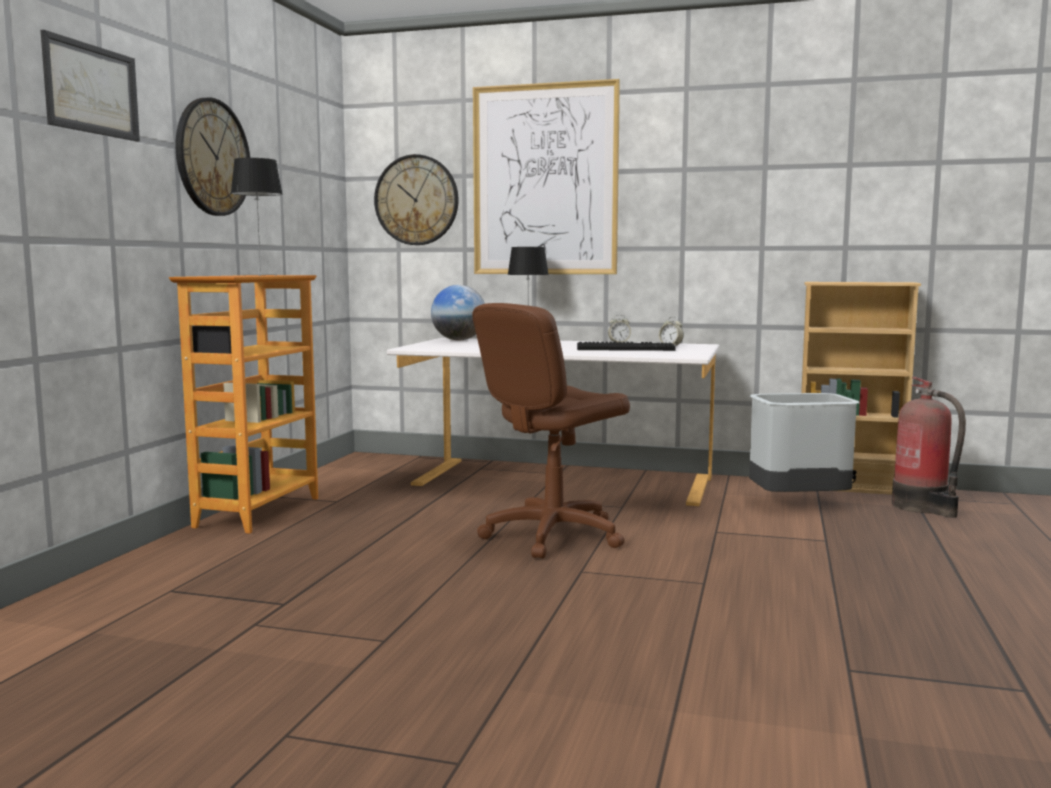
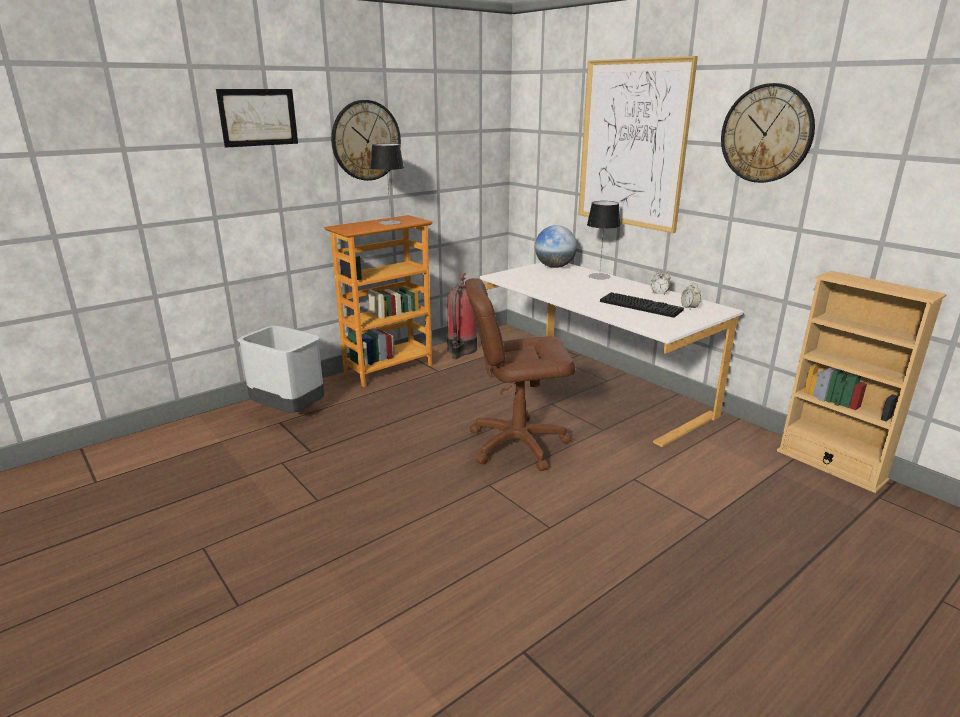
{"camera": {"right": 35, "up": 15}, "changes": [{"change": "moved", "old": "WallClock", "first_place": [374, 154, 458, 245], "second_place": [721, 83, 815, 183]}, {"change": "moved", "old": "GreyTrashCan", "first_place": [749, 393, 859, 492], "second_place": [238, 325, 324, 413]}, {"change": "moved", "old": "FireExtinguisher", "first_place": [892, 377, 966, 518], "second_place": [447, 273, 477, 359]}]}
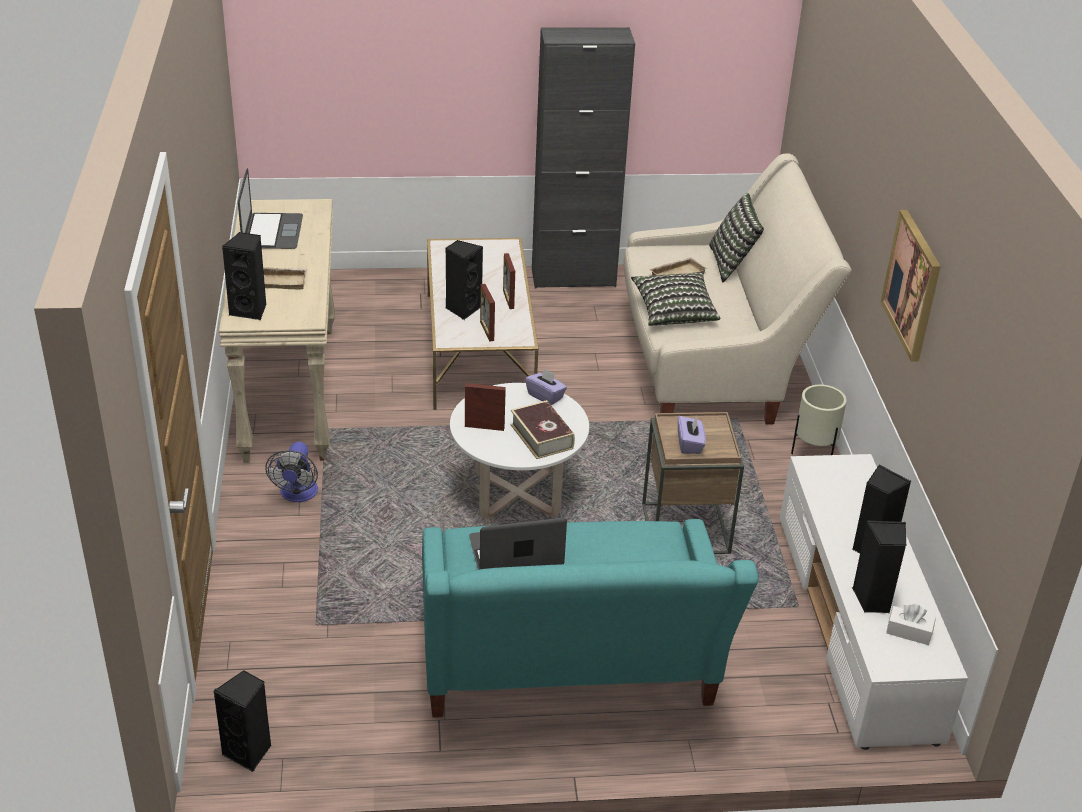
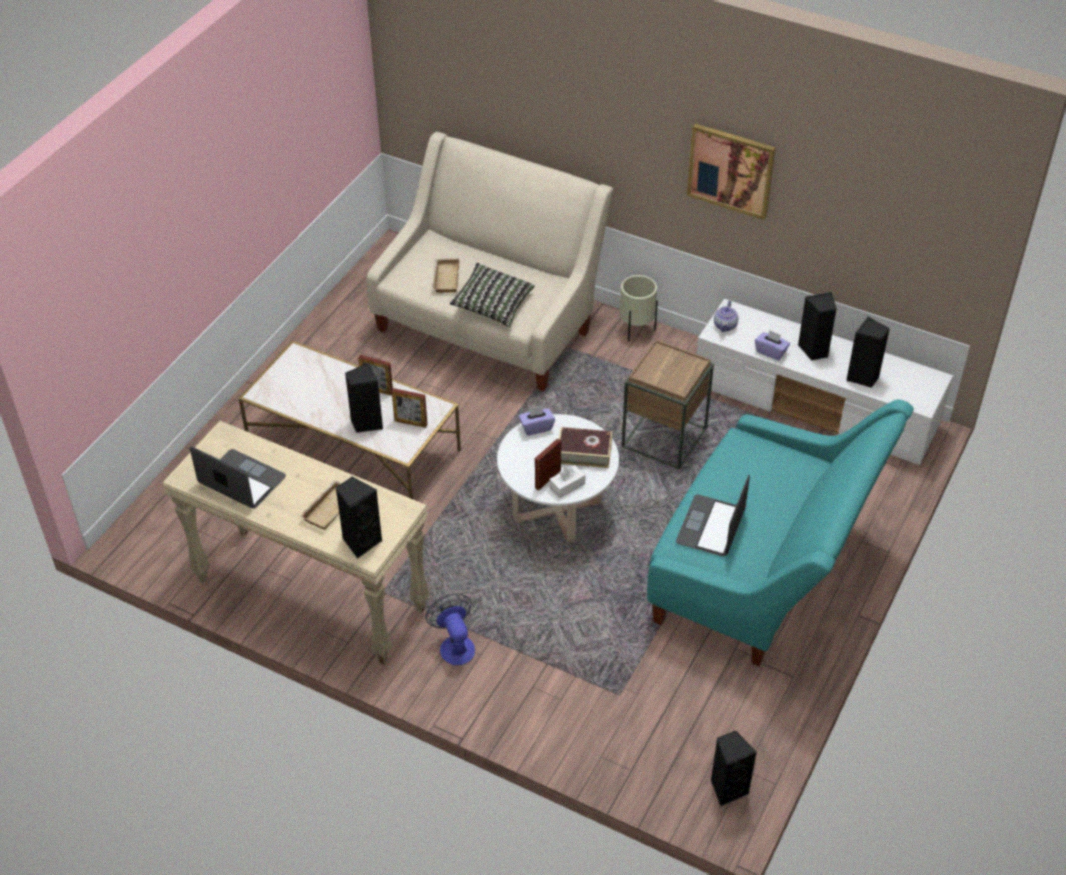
{"camera": {"right": -55, "up": 10}, "changes": [{"change": "turned", "old": "Fan", "first_place": [266, 442, 318, 502], "second_place": [426, 593, 475, 665], "degrees": -150}, {"change": "removed", "old": "BlackCabinet", "first_place": [532, 27, 635, 289]}, {"change": "moved", "old": "PurpleTissueBox", "first_place": [678, 416, 706, 454], "second_place": [755, 330, 790, 360]}, {"change": "removed", "old": "Pillow", "first_place": [709, 193, 764, 283]}, {"change": "moved", "old": "WhiteTissueBox", "first_place": [886, 604, 936, 645], "second_place": [549, 465, 585, 498]}, {"change": "added", "new": "Teapot", "second_place": [714, 301, 738, 332]}]}
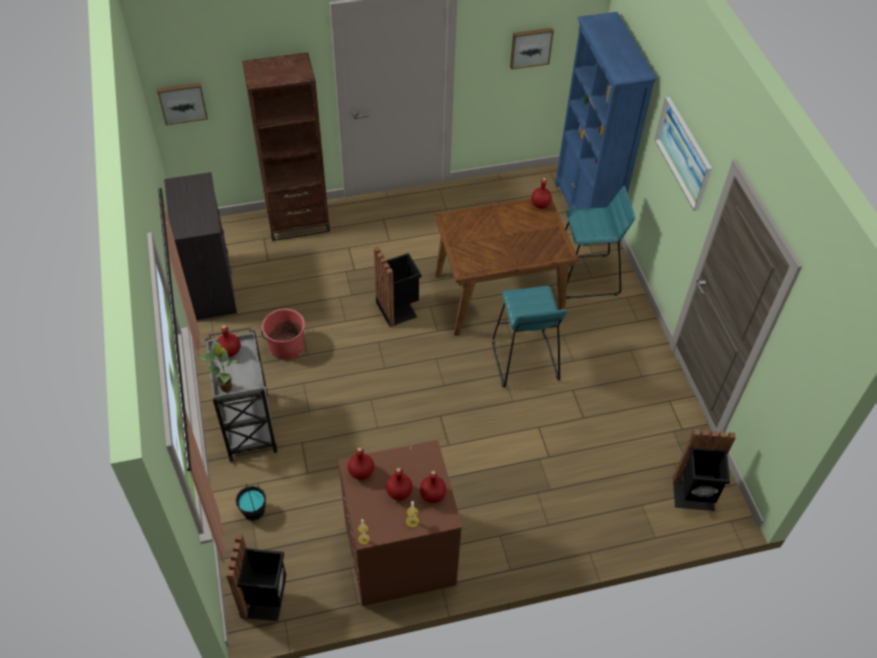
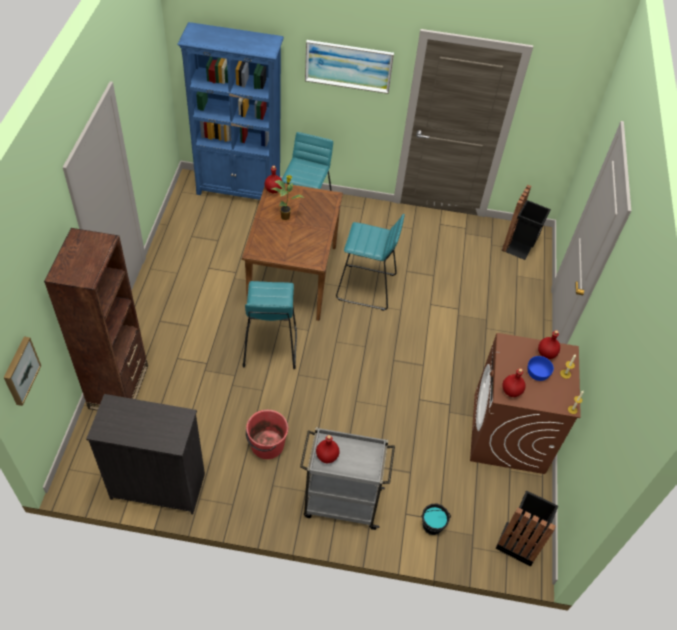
{"camera": {"right": -70, "up": 0}, "changes": [{"change": "moved", "old": "PottedPlant", "first_place": [199, 340, 239, 392], "second_place": [272, 175, 304, 220]}, {"change": "replaced", "old": "BlackTrashCan", "new": "TurquoiseStool", "first_place": [374, 247, 421, 327], "second_place": [242, 281, 297, 369]}, {"change": "replaced", "old": "RedBottle", "new": "BlueBowl", "first_place": [386, 468, 413, 500], "second_place": [527, 356, 554, 381]}, {"change": "removed", "old": "Picture", "first_place": [510, 28, 554, 70]}]}
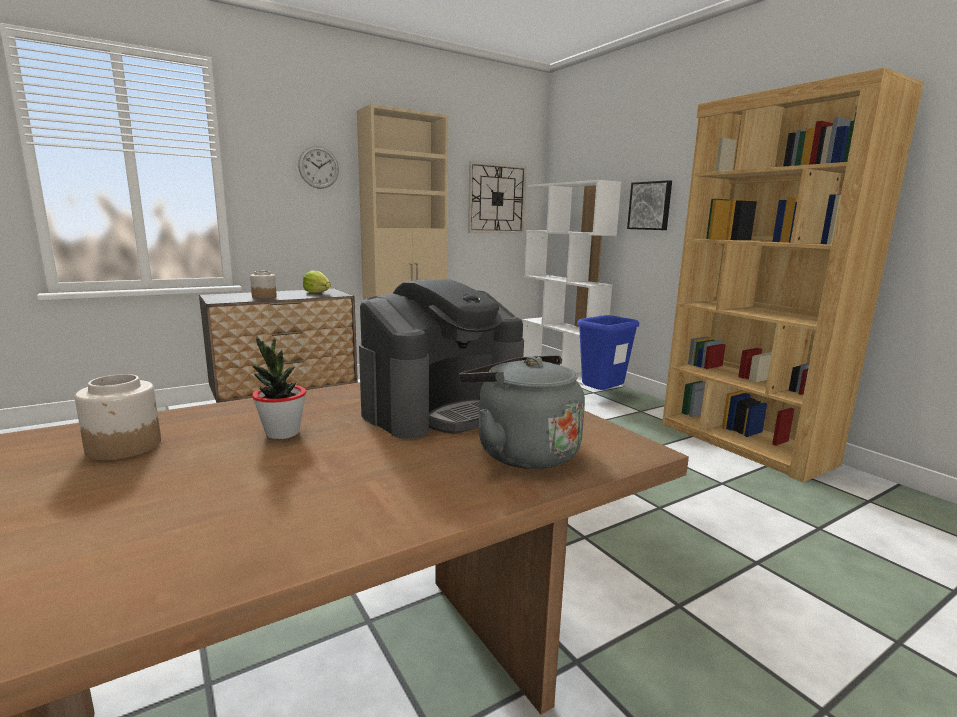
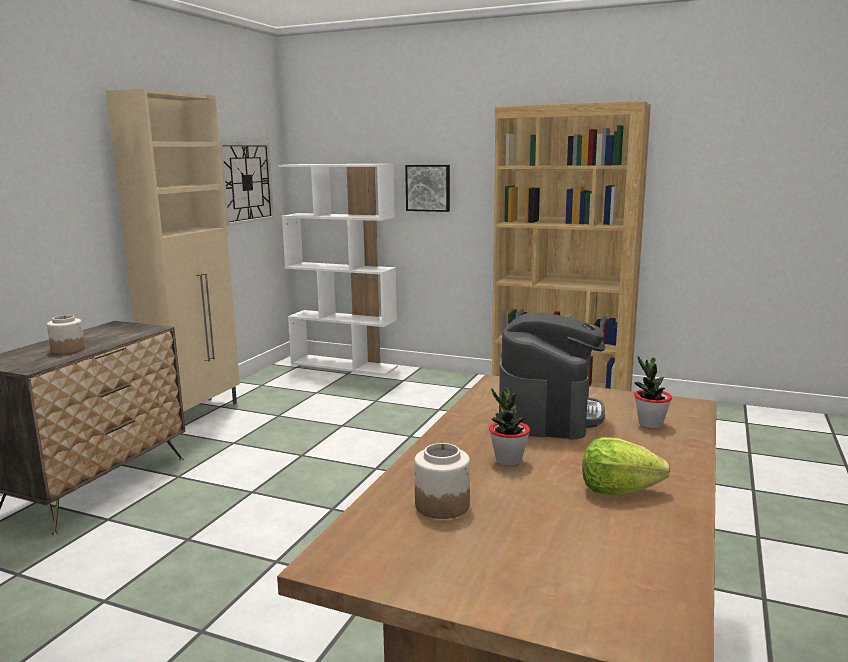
{"camera": {"right": -35, "up": 0}, "changes": [{"change": "removed", "old": "WallClock", "first_place": [298, 146, 339, 189]}, {"change": "moved", "old": "Lettuce", "first_place": [303, 270, 331, 293], "second_place": [582, 437, 670, 495]}, {"change": "replaced", "old": "GreyKettle", "new": "PottedPlant", "first_place": [459, 355, 585, 469], "second_place": [634, 356, 672, 429]}, {"change": "removed", "old": "BlueTrashCan", "first_place": [577, 315, 639, 390]}]}
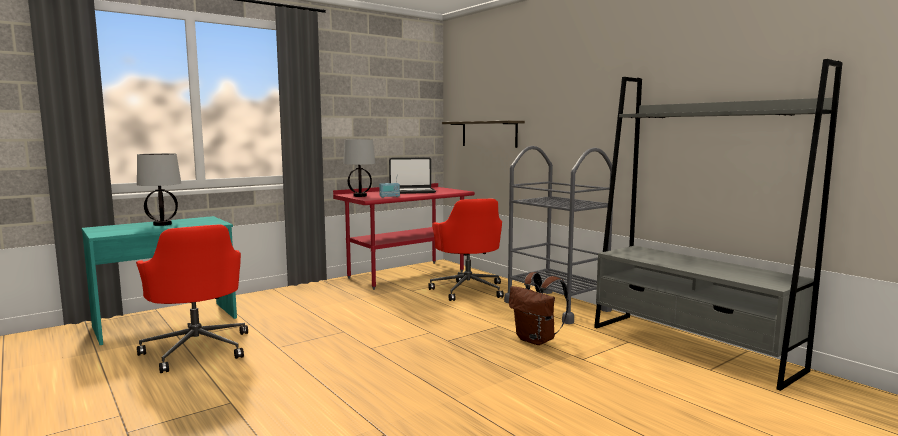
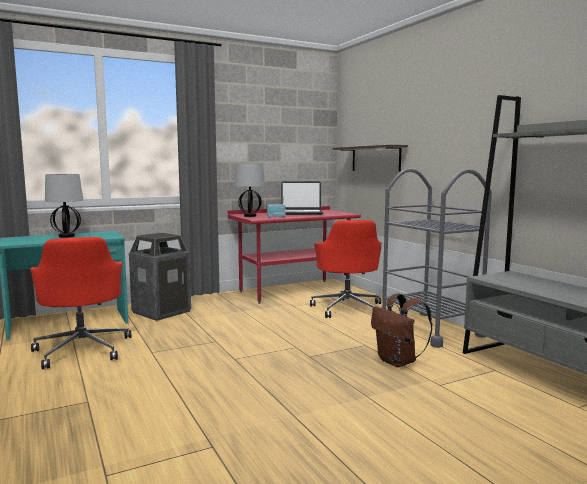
{"camera": {"right": 10, "up": 0}, "changes": [{"change": "added", "new": "TrashCan", "second_place": [129, 233, 191, 321]}]}
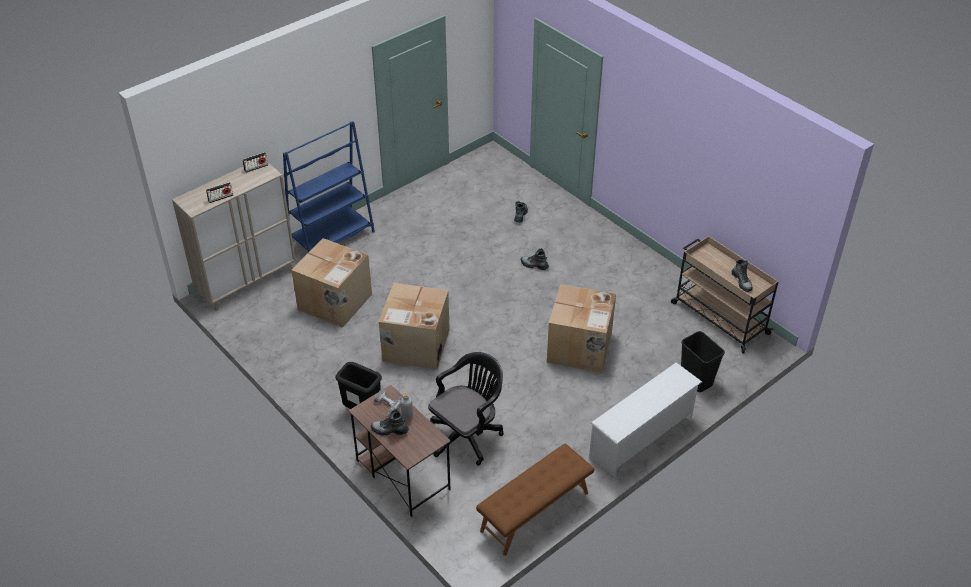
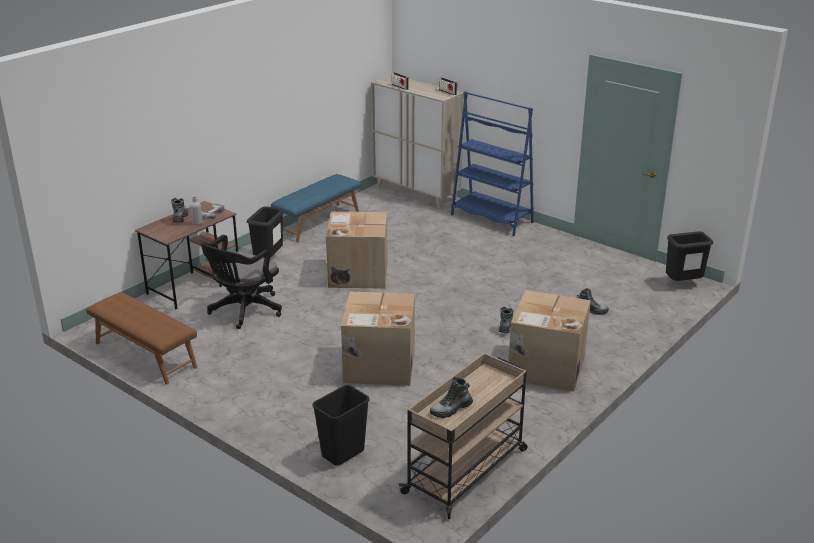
{"camera": {"right": 80, "up": -15}, "changes": [{"change": "moved", "old": "CardboardBox", "first_place": [291, 238, 372, 328], "second_place": [509, 290, 591, 392]}, {"change": "turned", "old": "BlackOfficeChair", "first_place": [428, 352, 504, 466], "second_place": [200, 235, 282, 329], "degrees": 90}, {"change": "removed", "old": "WhiteShoeRack", "first_place": [589, 362, 702, 477]}, {"change": "added", "new": "BlueBench", "second_place": [271, 174, 361, 243]}, {"change": "added", "new": "BlackTrashCan", "second_place": [666, 231, 713, 281]}]}
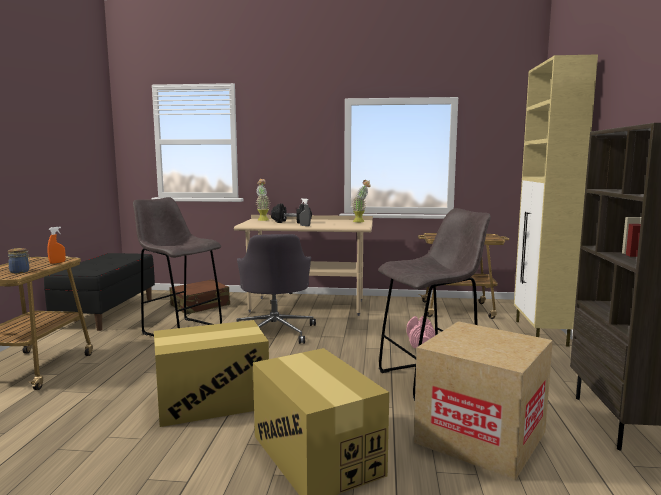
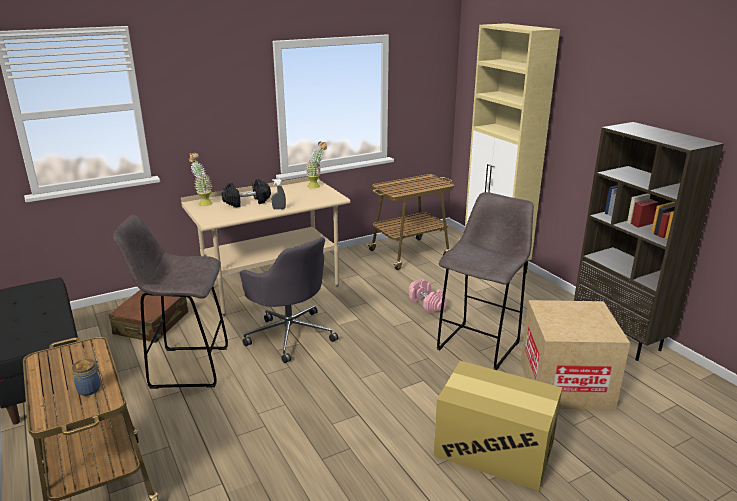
{"camera": {"right": -35, "up": 15}, "changes": [{"change": "removed", "old": "OrangeSprayBottle", "first_place": [47, 227, 65, 264]}, {"change": "removed", "old": "CardboardBox", "first_place": [154, 320, 269, 427]}]}
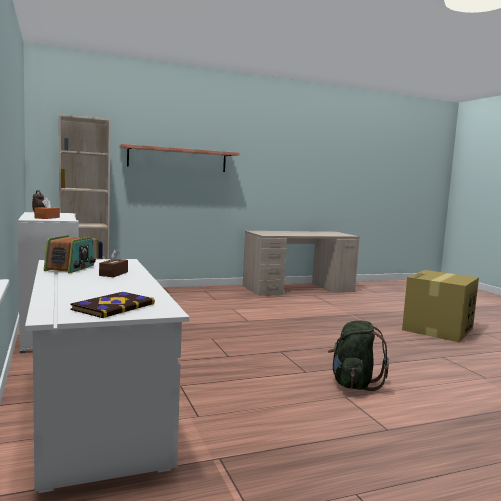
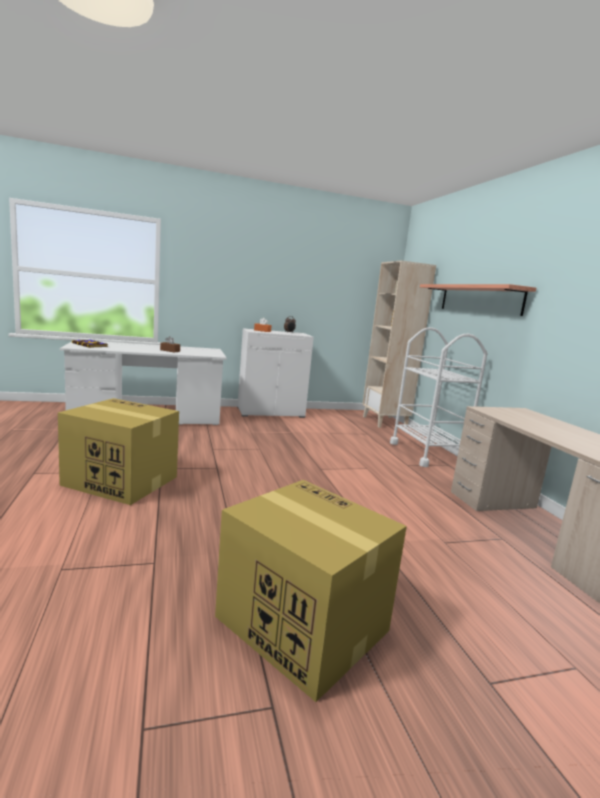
{"camera": {"right": 95, "up": 5}, "changes": [{"change": "removed", "old": "Radio", "first_place": [44, 235, 96, 273]}, {"change": "replaced", "old": "GreenBackpack", "new": "CardboardBox", "first_place": [328, 320, 389, 391], "second_place": [58, 398, 179, 505]}, {"change": "added", "new": "WhiteCart", "second_place": [390, 327, 487, 467]}]}
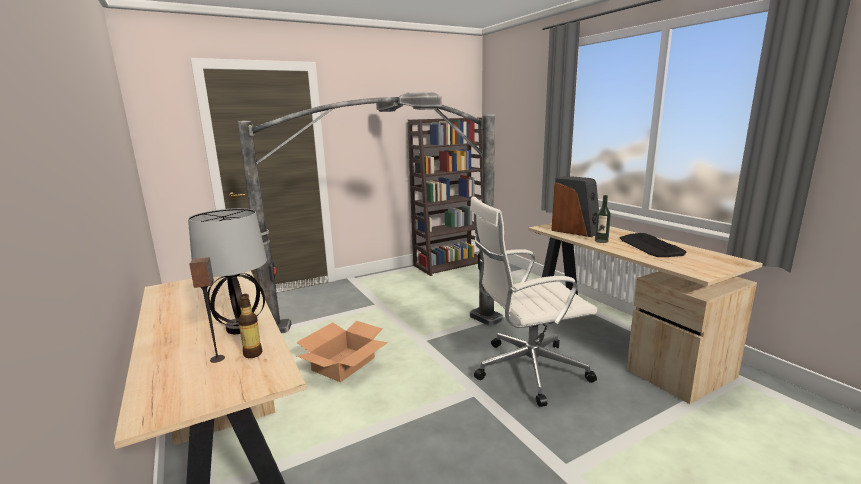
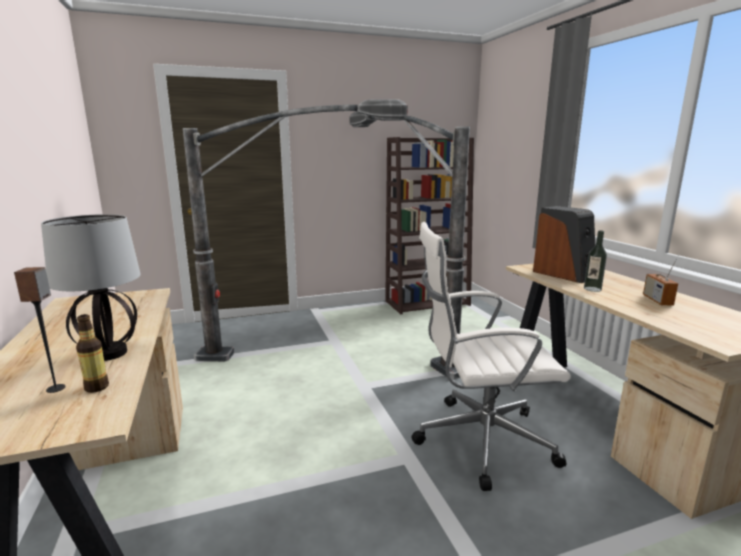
{"camera": {"right": 10, "up": 0}, "changes": [{"change": "removed", "old": "CardboardBox", "first_place": [296, 321, 388, 382]}, {"change": "replaced", "old": "Keyboard", "new": "Radio", "first_place": [619, 233, 686, 257], "second_place": [643, 255, 679, 306]}]}
